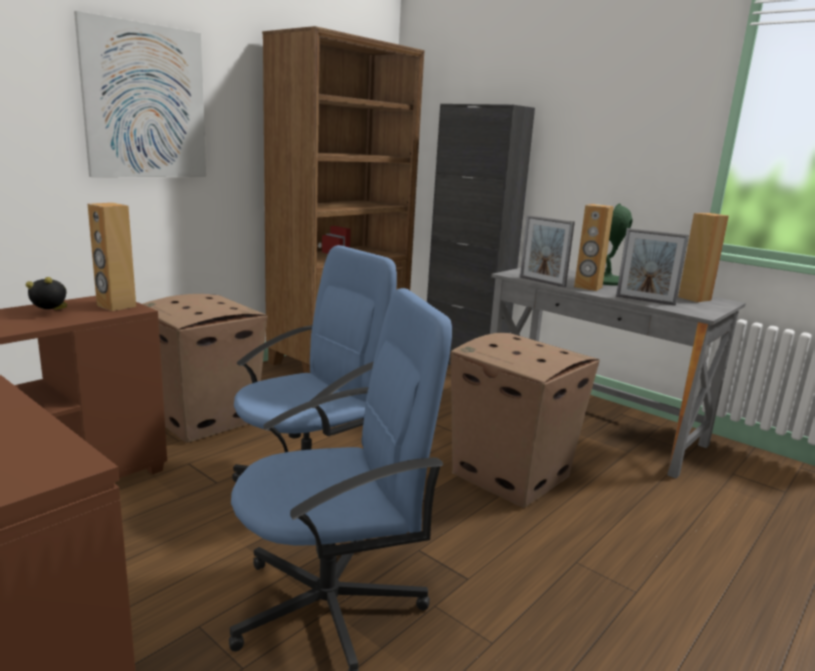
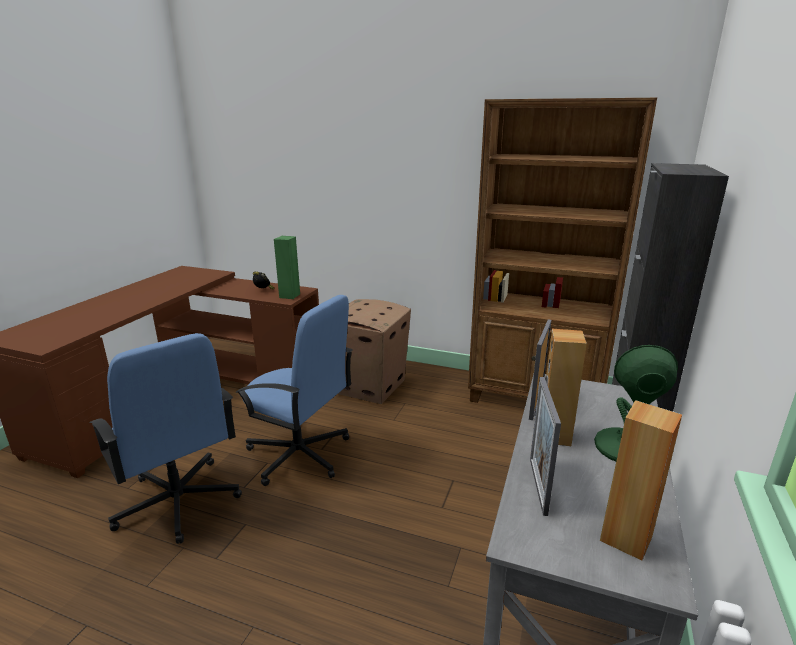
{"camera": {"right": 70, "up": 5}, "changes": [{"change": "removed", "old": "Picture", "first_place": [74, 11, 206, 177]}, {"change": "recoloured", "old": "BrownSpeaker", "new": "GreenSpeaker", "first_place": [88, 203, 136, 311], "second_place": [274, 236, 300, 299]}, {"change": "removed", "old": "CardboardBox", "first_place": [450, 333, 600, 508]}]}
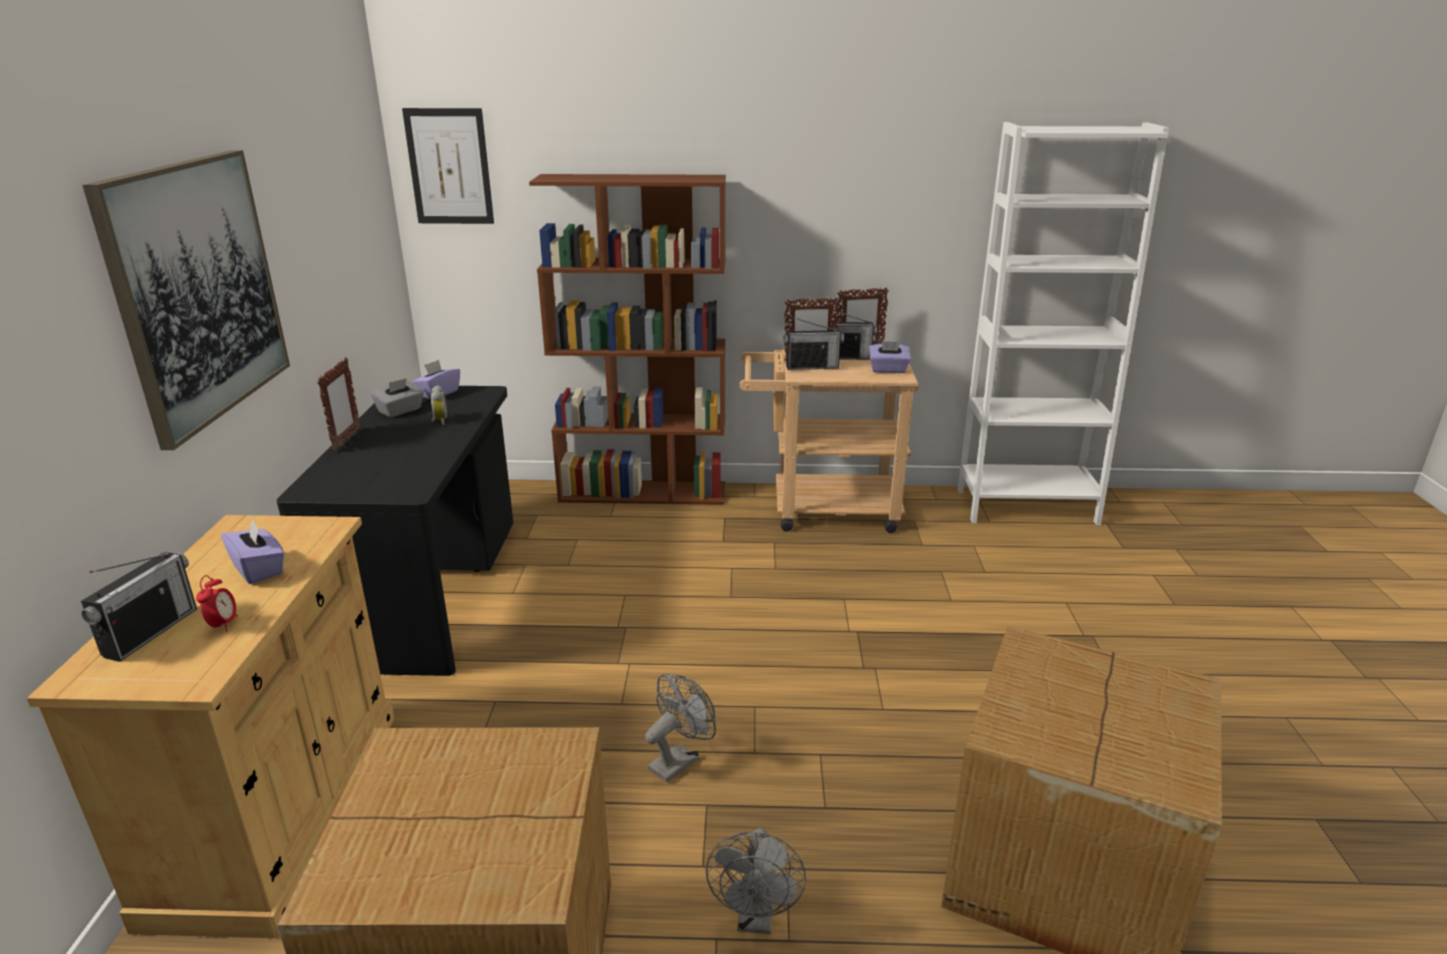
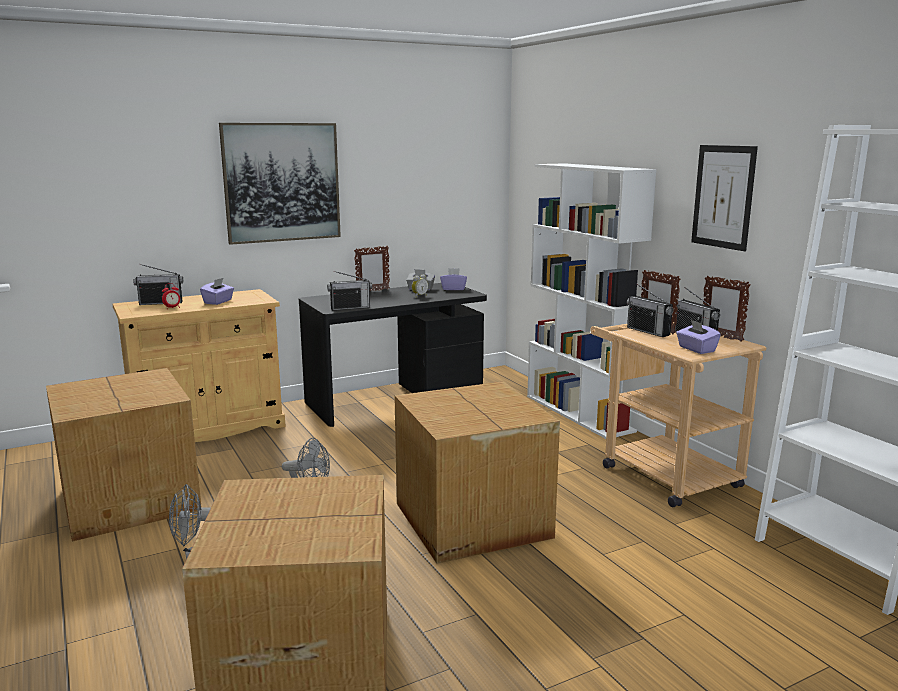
{"camera": {"right": 60, "up": -10}, "changes": [{"change": "moved", "old": "Picture", "first_place": [402, 108, 494, 224], "second_place": [691, 145, 758, 251]}, {"change": "recoloured", "old": "BrownBookcase", "new": "WhiteBookcase", "first_place": [529, 174, 726, 505], "second_place": [527, 163, 657, 439]}, {"change": "added", "new": "Radio", "second_place": [327, 271, 372, 310]}, {"change": "added", "new": "CardboardBox", "second_place": [394, 381, 560, 564]}]}
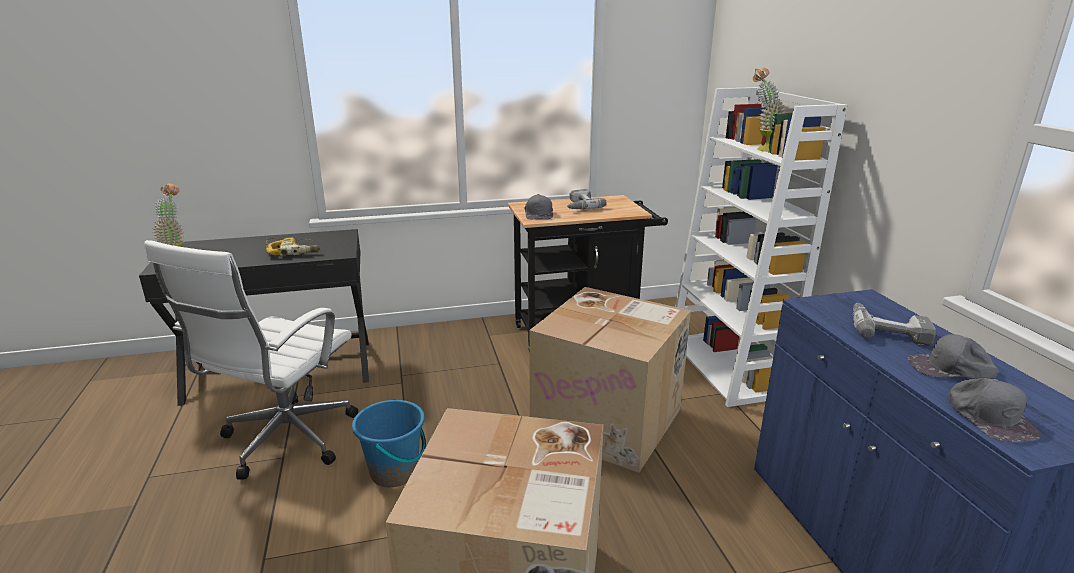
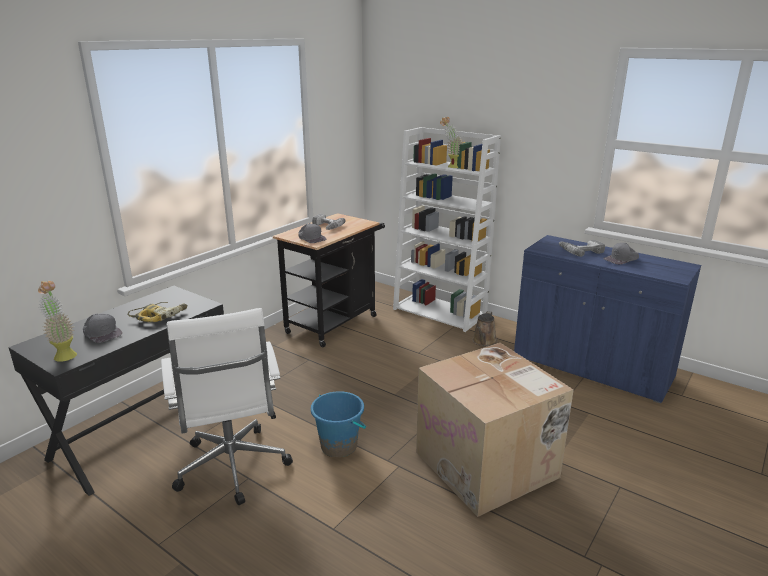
{"camera": {"right": -40, "up": 0}, "changes": [{"change": "removed", "old": "CardboardBox", "first_place": [529, 287, 691, 473]}, {"change": "moved", "old": "GreyCap", "first_place": [948, 378, 1041, 442], "second_place": [83, 314, 122, 343]}, {"change": "added", "new": "BrownWateringCan", "second_place": [472, 311, 497, 346]}]}
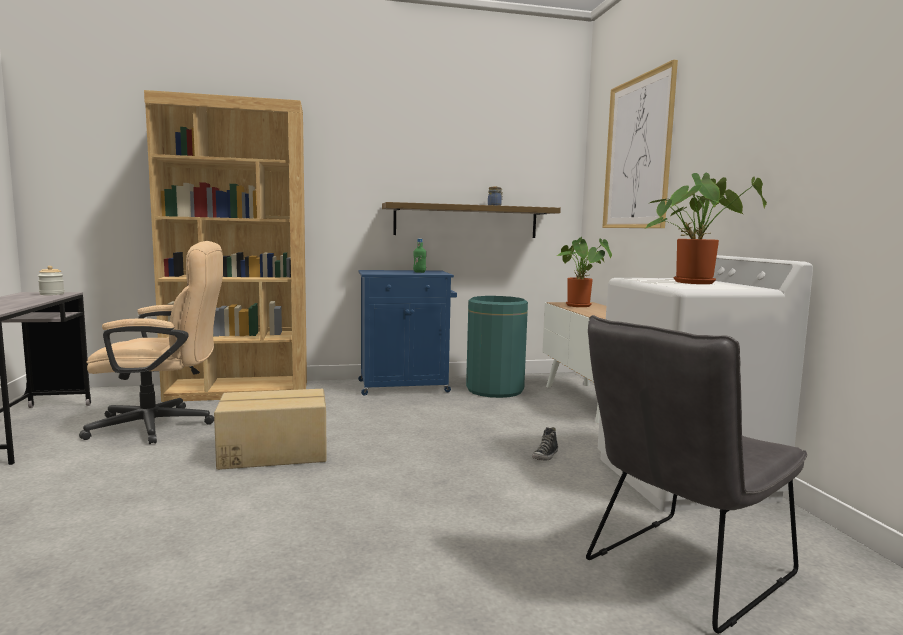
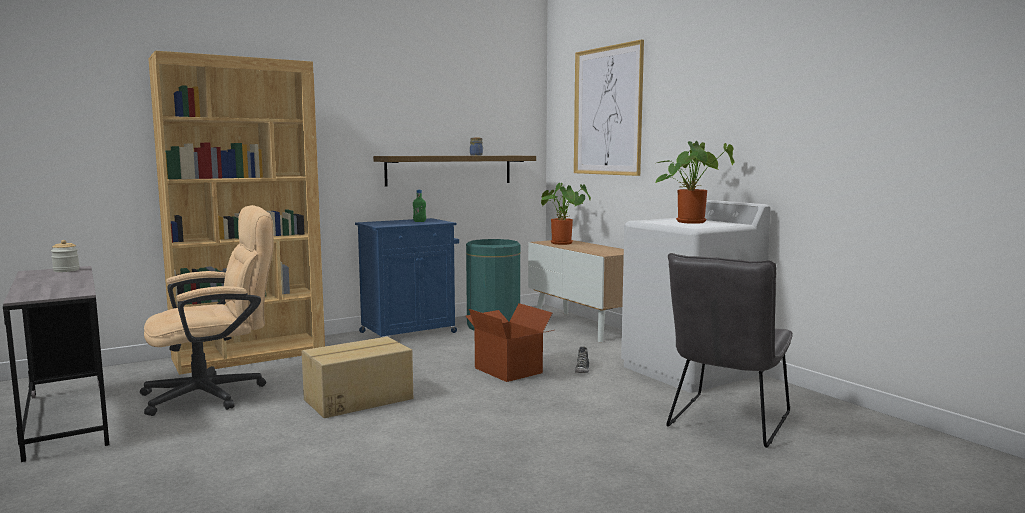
{"camera": {"right": -20, "up": 0}, "changes": [{"change": "added", "new": "CardboardBox", "second_place": [466, 303, 554, 382]}]}
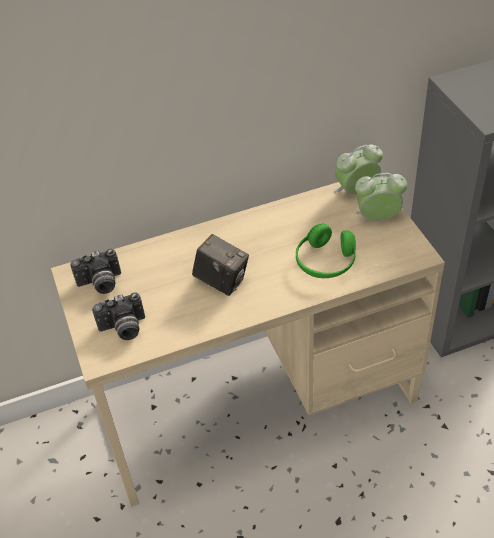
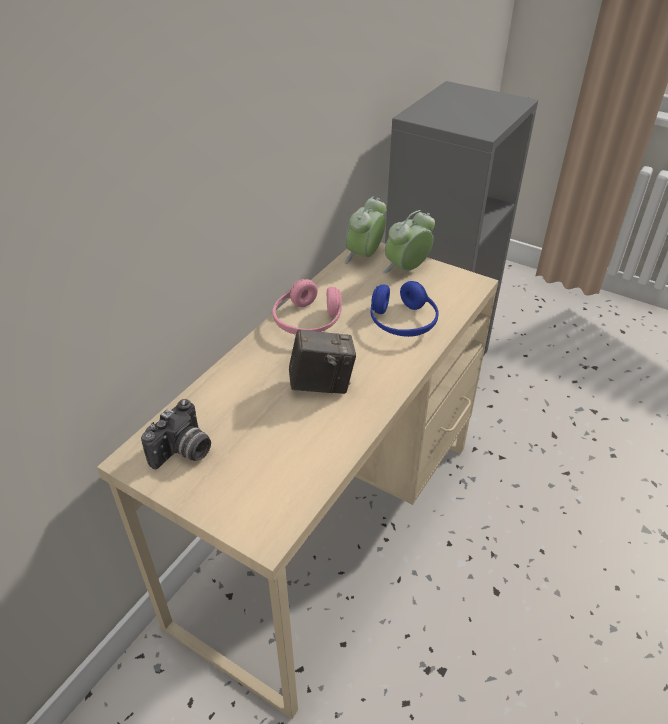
{"camera": {"right": -40, "up": -5}, "changes": [{"change": "removed", "old": "PhotoCamera", "first_place": [92, 292, 145, 340]}, {"change": "recoloured", "old": "GreenHeadphones", "new": "BlueHeadphones", "first_place": [296, 224, 356, 278], "second_place": [371, 281, 439, 337]}, {"change": "added", "new": "PinkHeadphones", "second_place": [273, 279, 342, 334]}]}
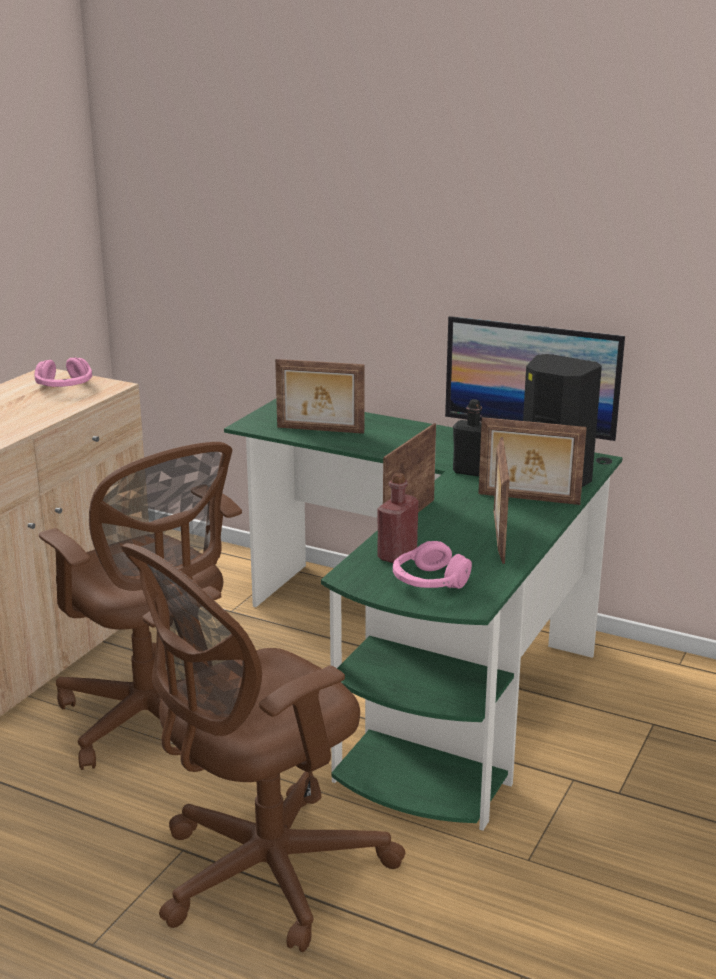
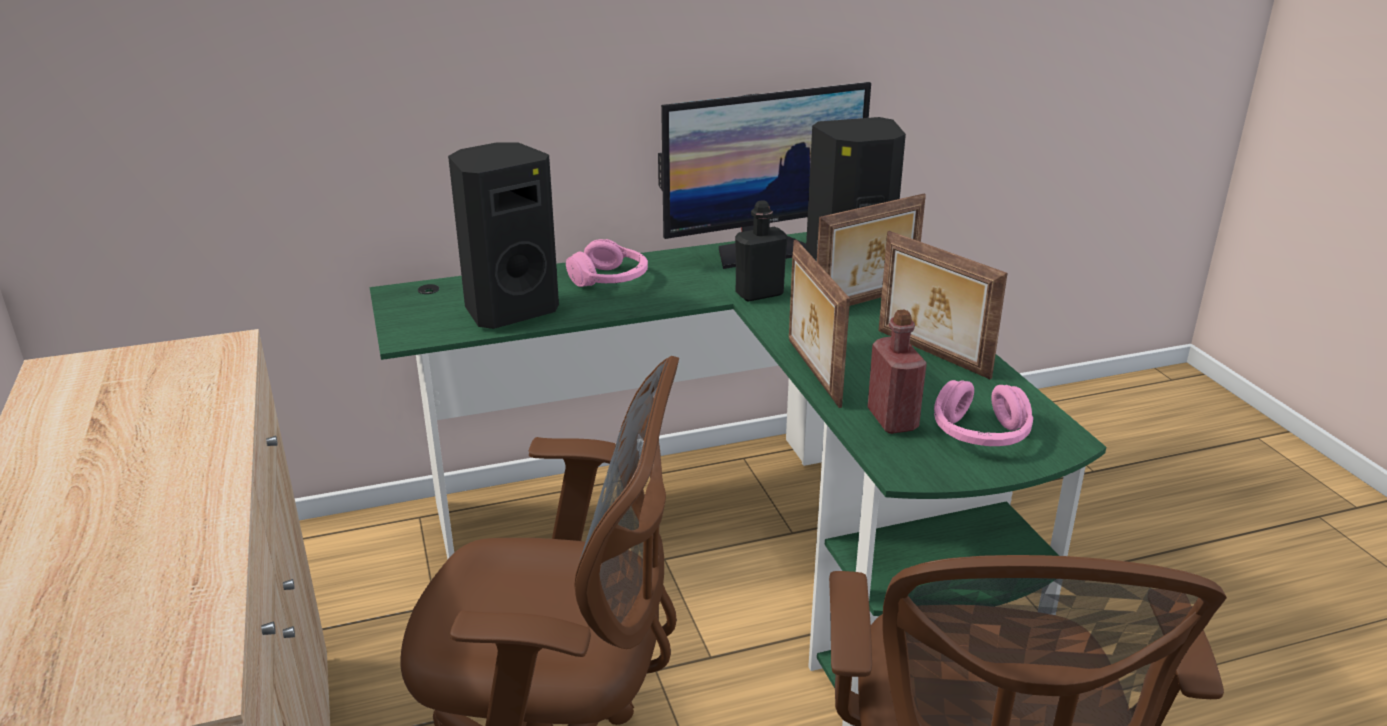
{"camera": {"right": -45, "up": 5}, "changes": [{"change": "moved", "old": "PinkHeadphones", "first_place": [34, 357, 92, 387], "second_place": [566, 239, 648, 287]}, {"change": "replaced", "old": "PictureFrame", "new": "BlackSpeaker", "first_place": [275, 359, 365, 434], "second_place": [448, 142, 559, 329]}]}
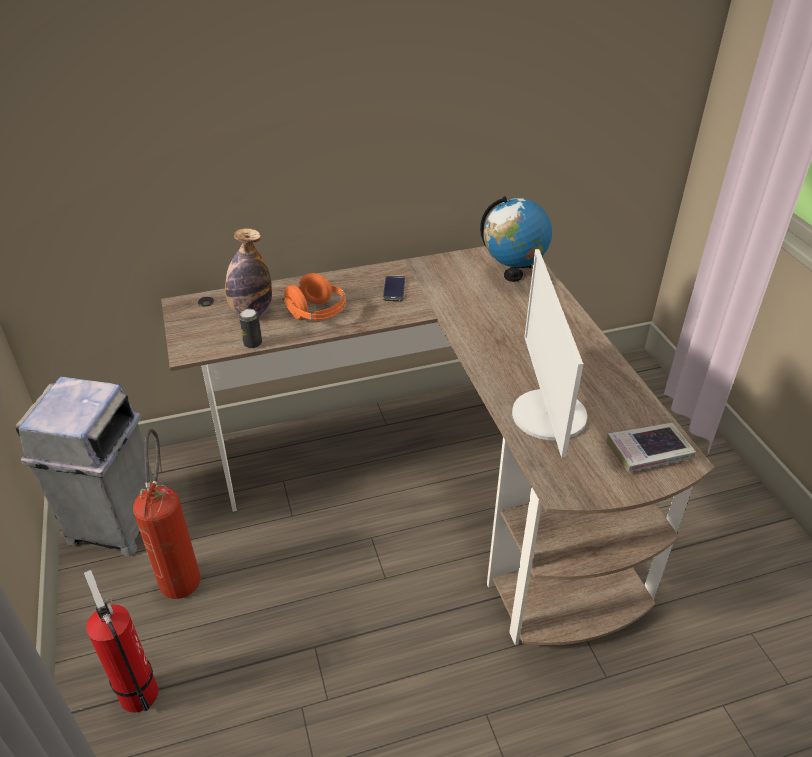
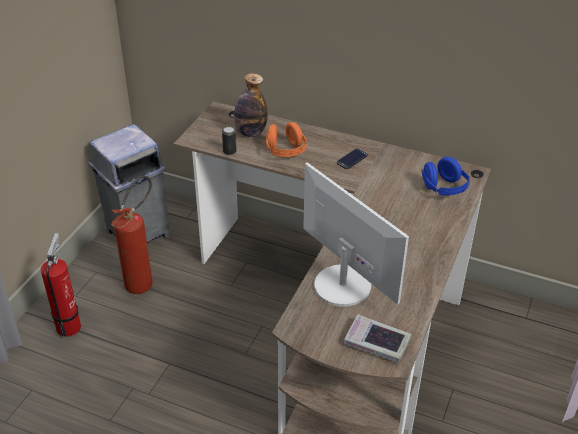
{"camera": {"right": 40, "up": 0}, "changes": [{"change": "replaced", "old": "Globe", "new": "BlueHeadphones", "first_place": [480, 196, 552, 282], "second_place": [421, 157, 470, 196]}, {"change": "turned", "old": "Monitor", "first_place": [512, 249, 587, 458], "second_place": [303, 162, 409, 307], "degrees": 105}]}
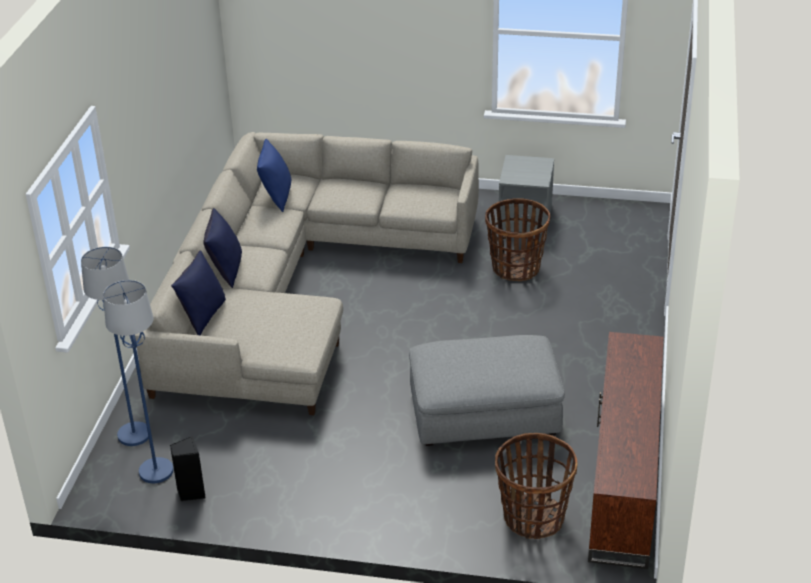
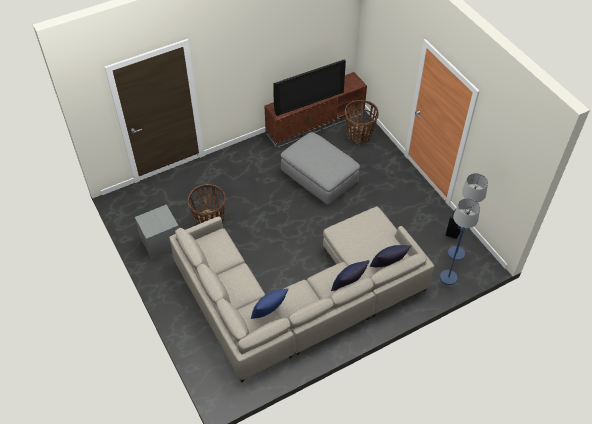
{"camera": {"right": -130, "up": 15}, "changes": [{"change": "added", "new": "Television", "second_place": [273, 59, 346, 116]}]}
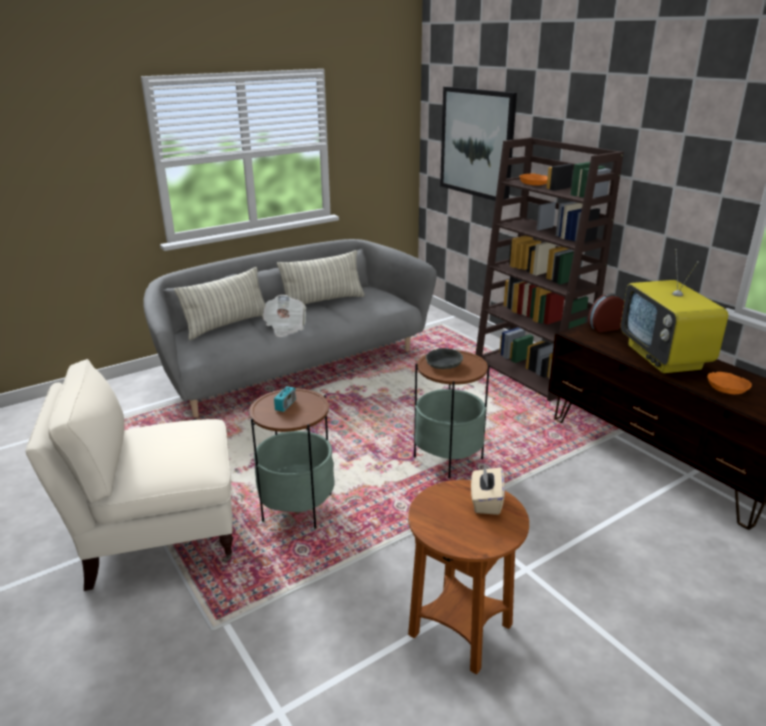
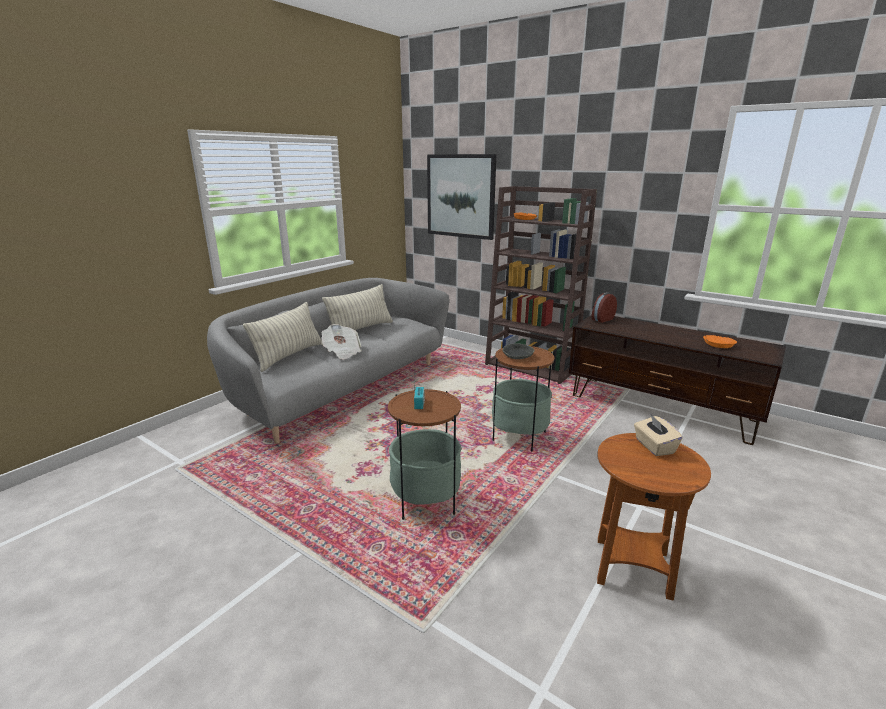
{"camera": {"right": -20, "up": -5}, "changes": [{"change": "removed", "old": "BeigeArmchair", "first_place": [25, 359, 233, 591]}, {"change": "removed", "old": "Television", "first_place": [621, 249, 728, 373]}]}
